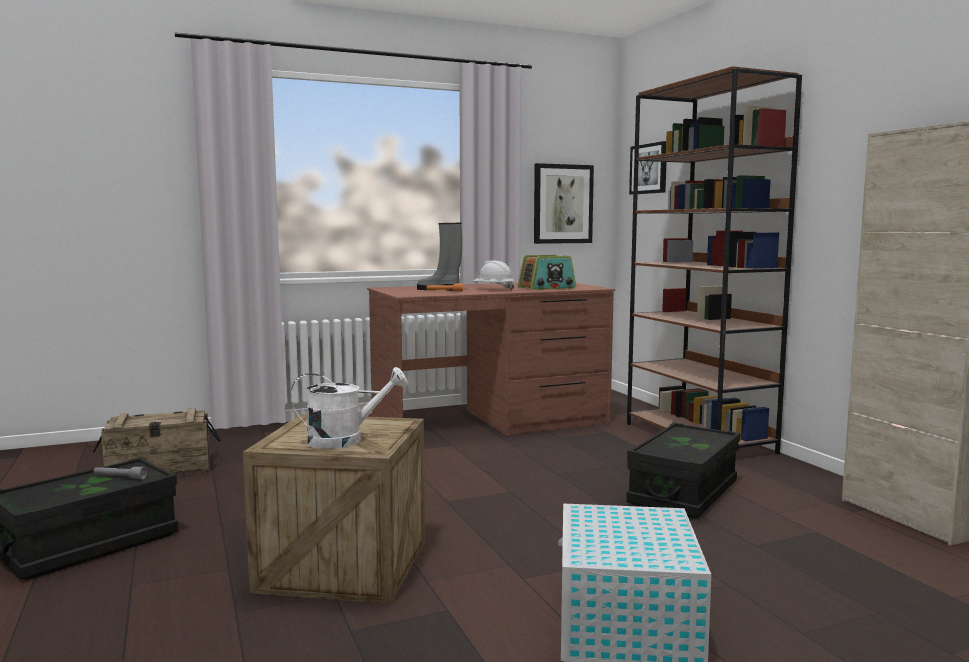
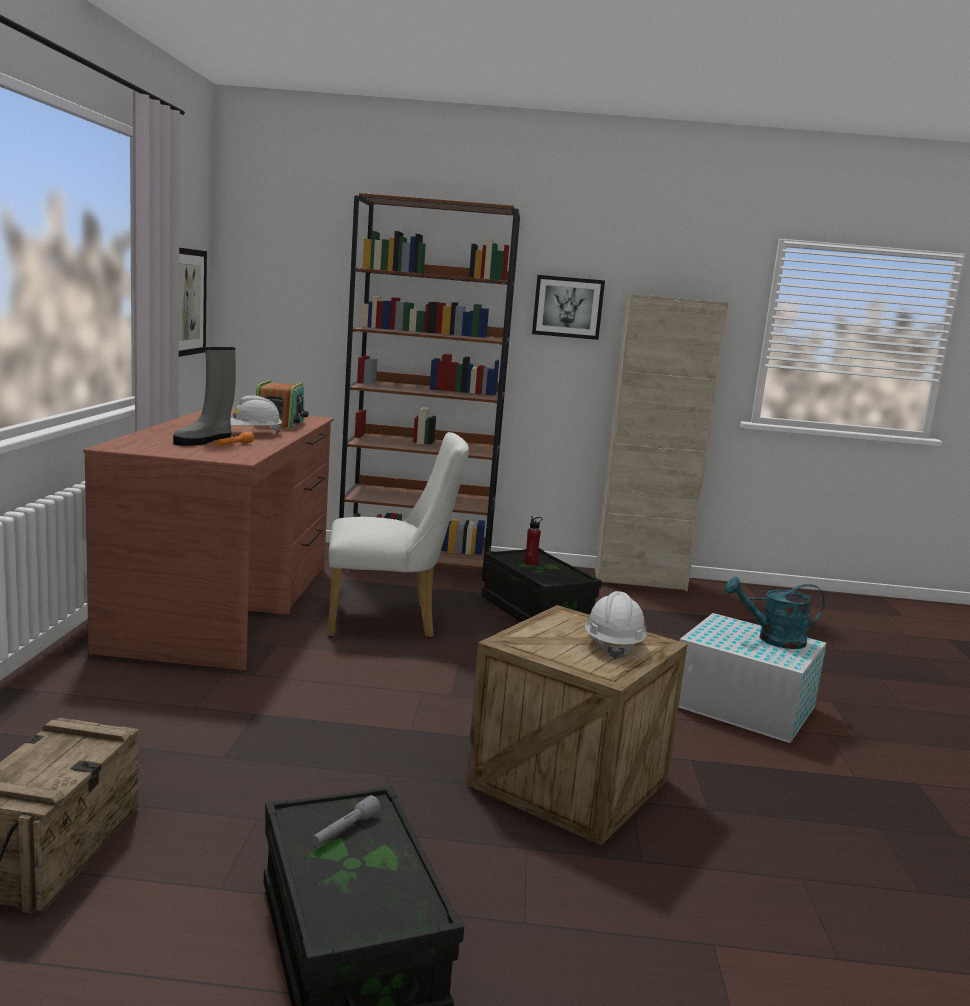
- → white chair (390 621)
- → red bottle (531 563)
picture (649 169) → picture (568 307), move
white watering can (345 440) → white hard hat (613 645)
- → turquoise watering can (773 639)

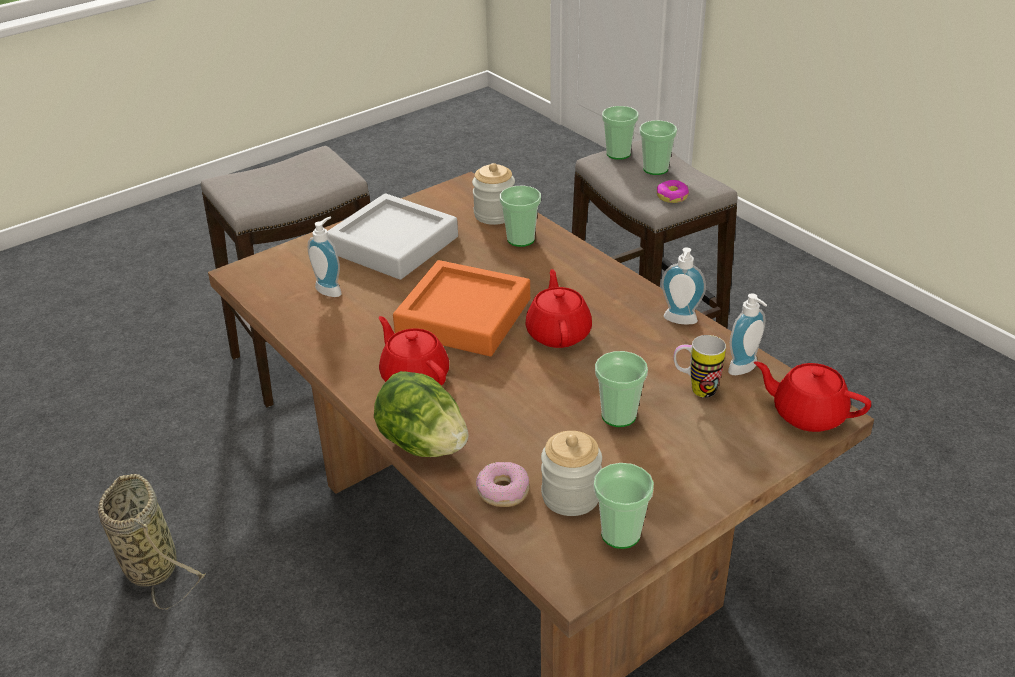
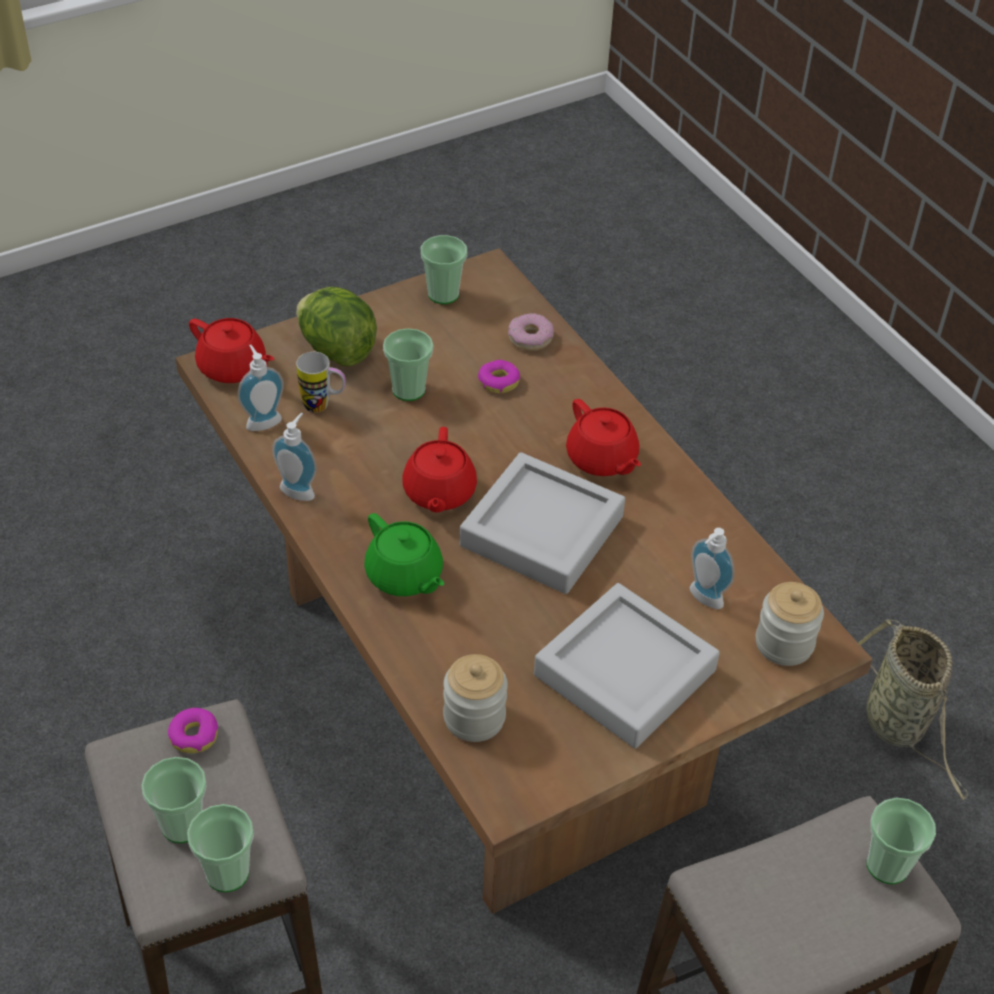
lettuce (423 444) → lettuce (336 350), move
- → green teapot (404 576)
orange tray (463 317) → grey tray (542 531)
- → donut (498 381)
jar (570 496) → jar (784 643), move
cup (521 239) → cup (887 865), move

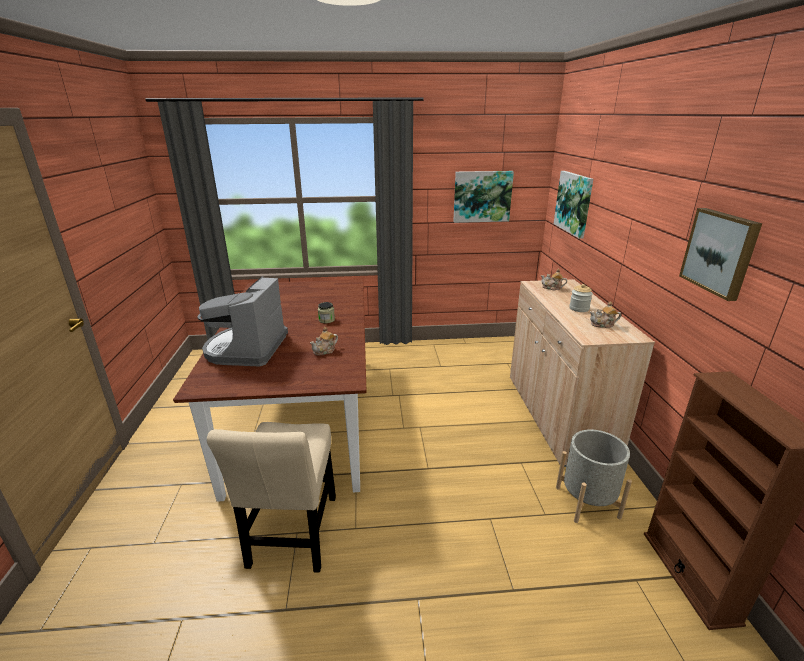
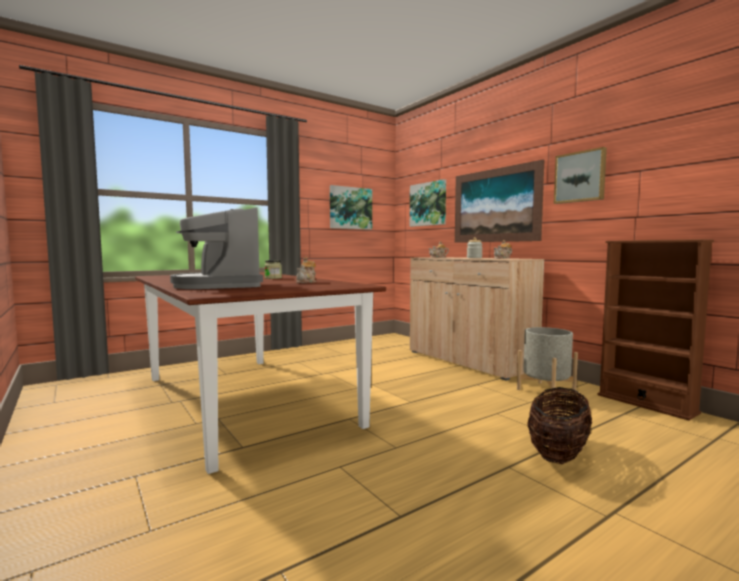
- → picture (495 205)
- → basket (558 454)
beige chair (293 535) → -

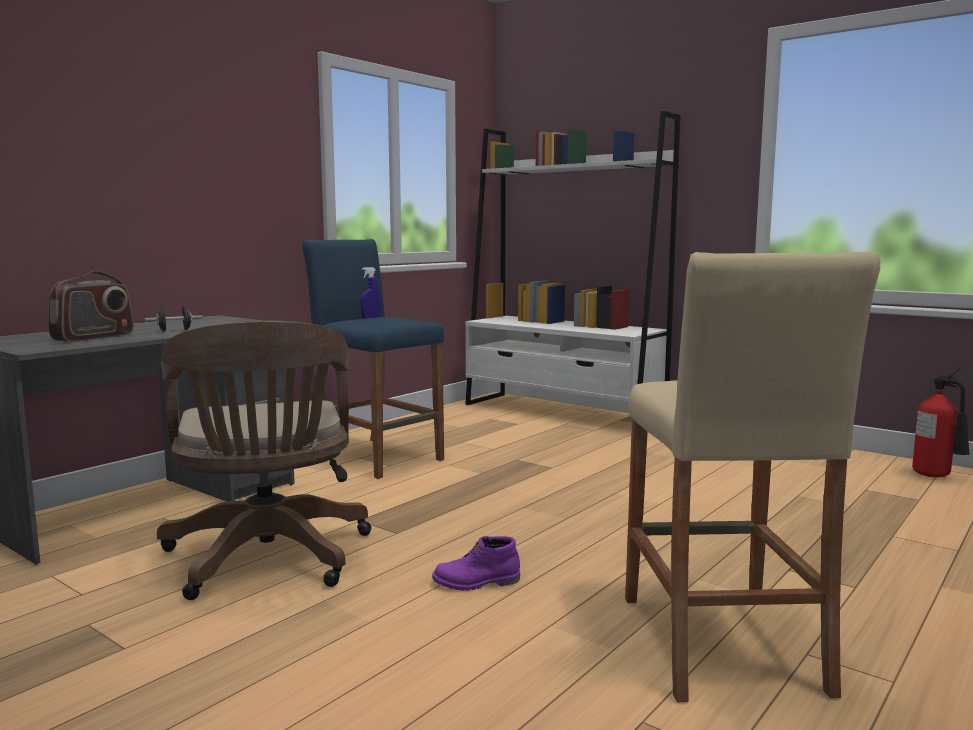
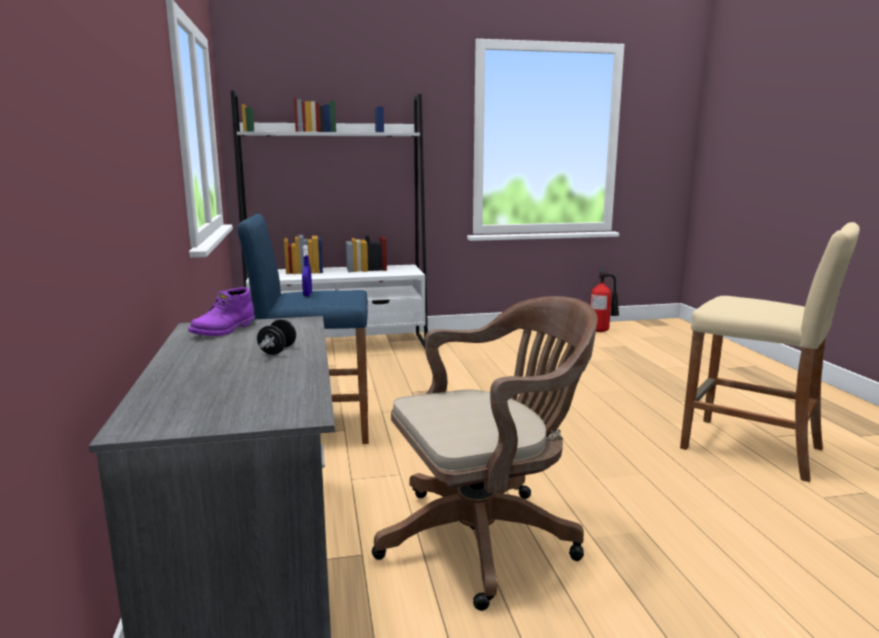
purple boot (476 583) → purple boot (224 330), move
brown office chair (268 560) → brown office chair (486 537), 45 degrees counterclockwise
radio (93 338) → -

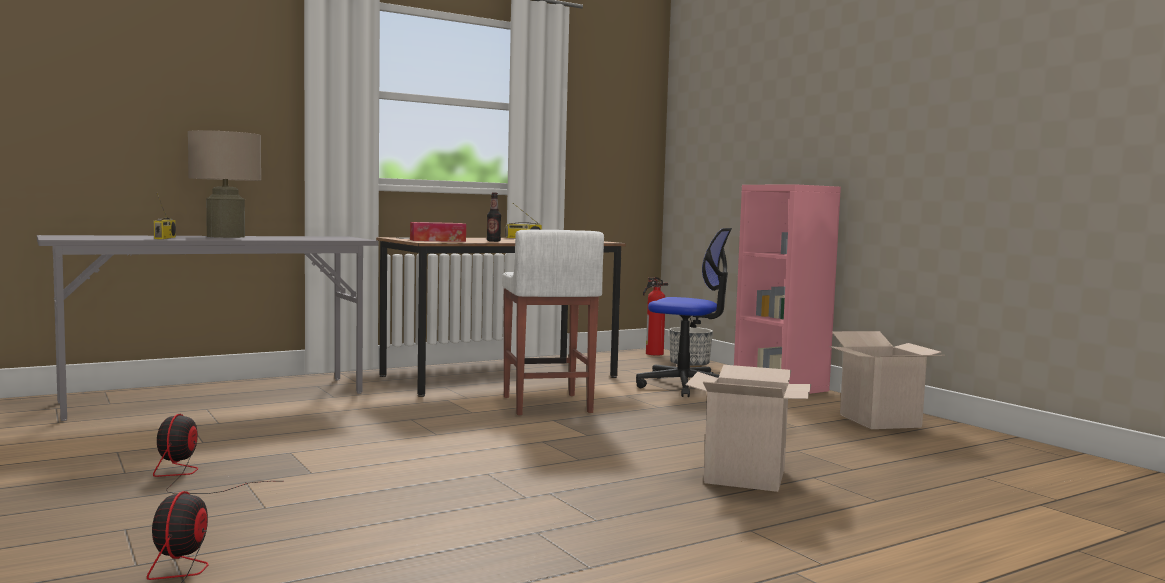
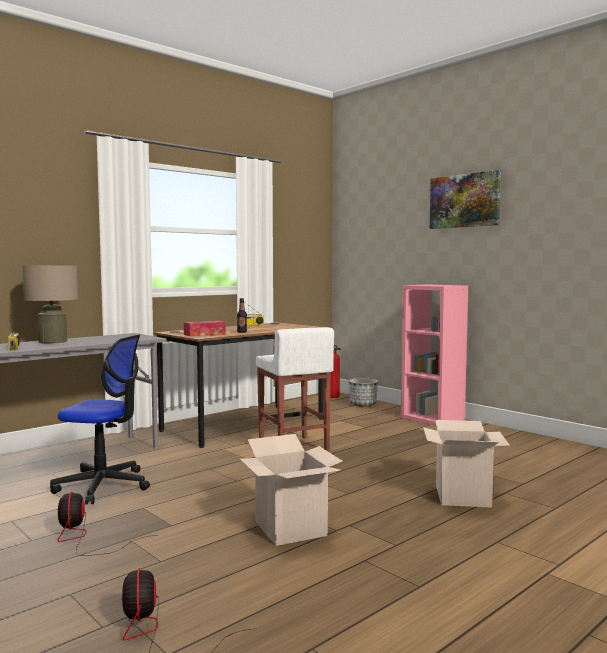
office chair (685 386) → office chair (103 486), move
cardboard box (880 421) → cardboard box (290 529), move
- → picture (464 201)

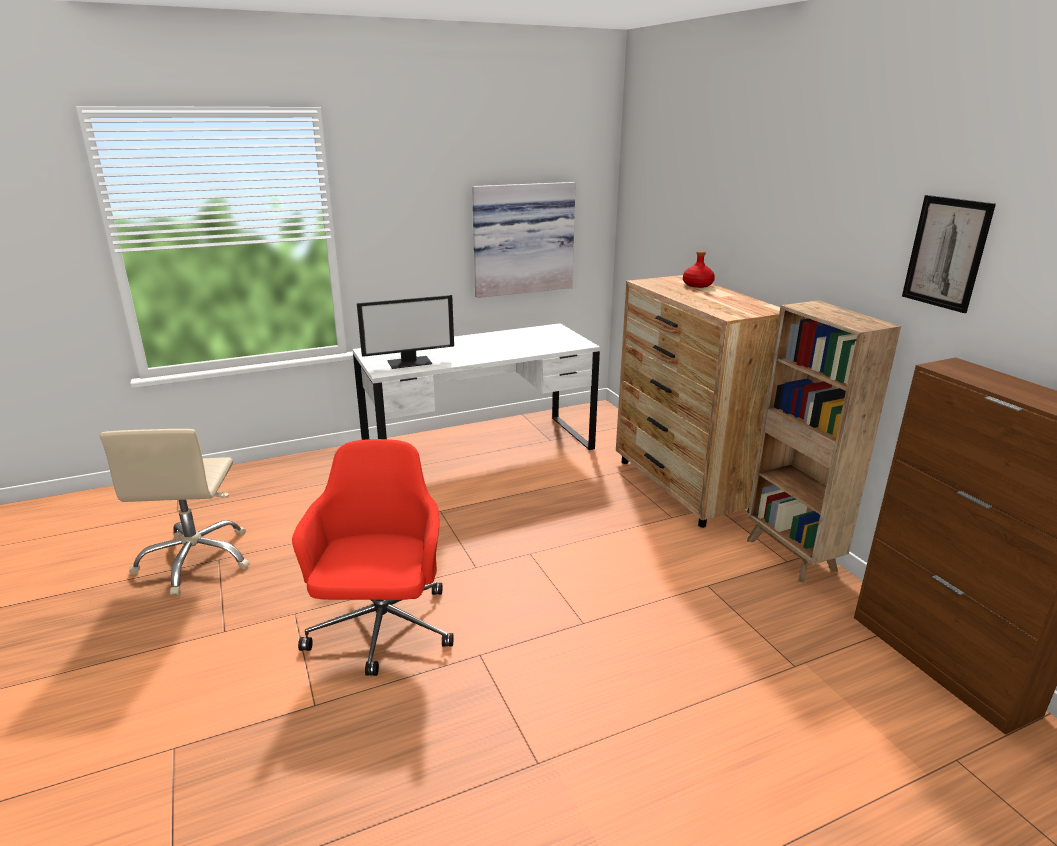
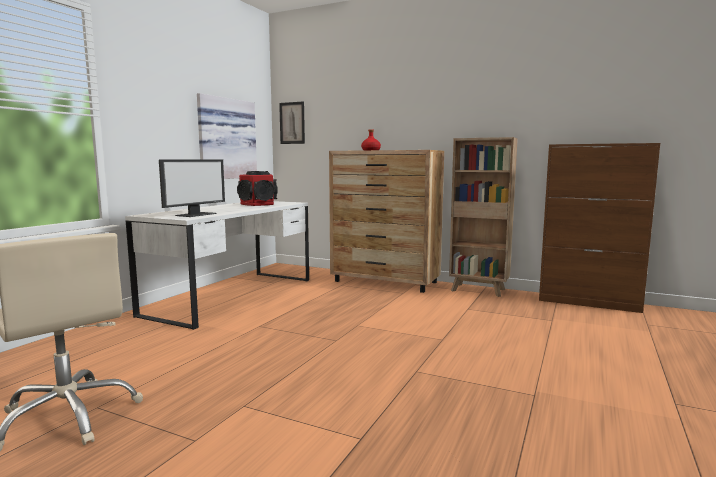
- → speaker (258 204)
picture (946 253) → picture (292 123), move
red office chair (382 630) → -

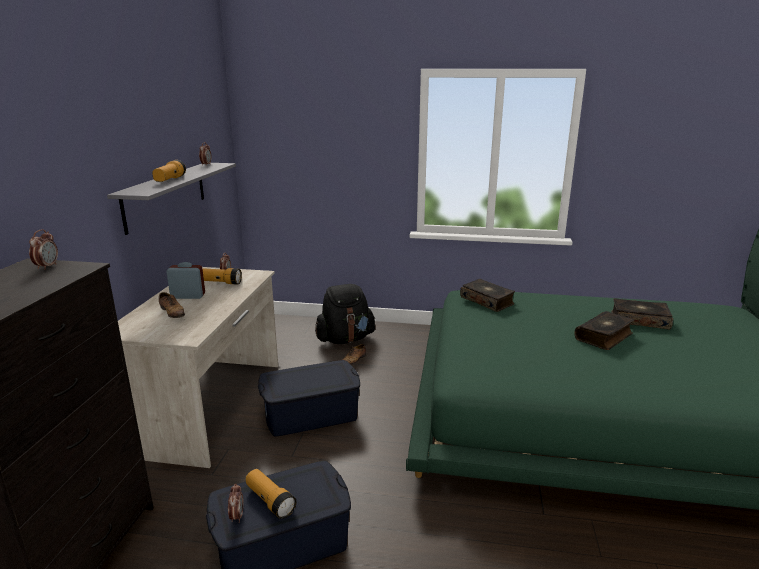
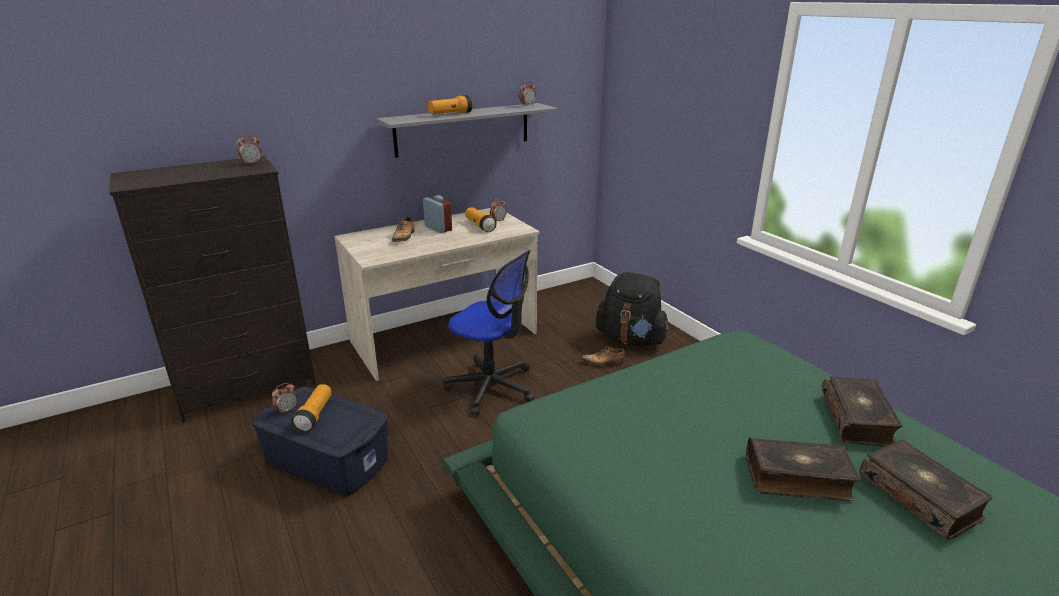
blue storage box (311 415) → office chair (492 387)
book (487 301) → book (858 419), move

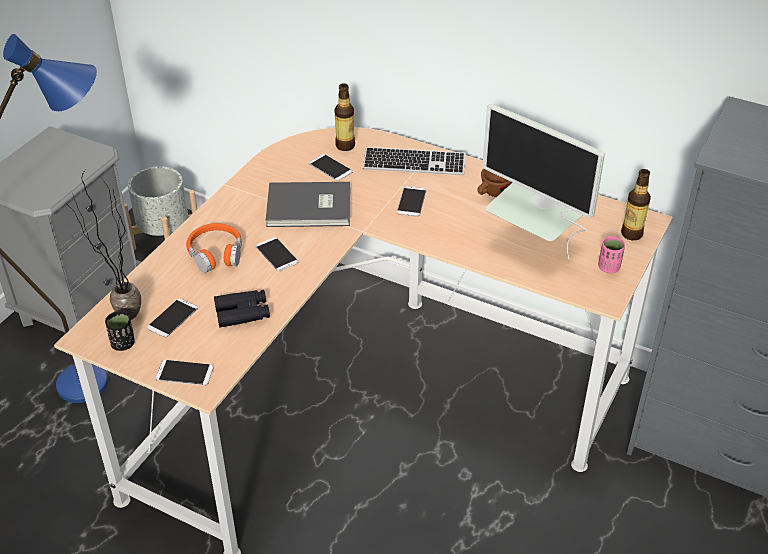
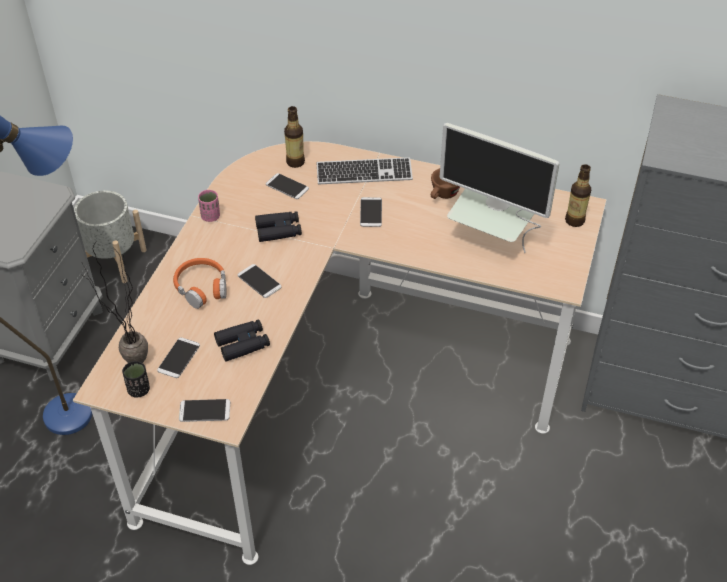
pink cup (609 267) → pink cup (210 216), move
grey book (310 208) → black binoculars (278 230)

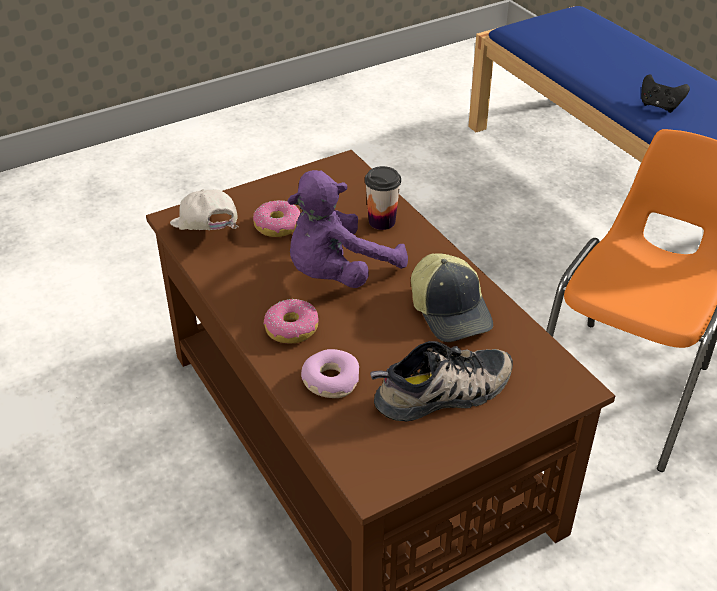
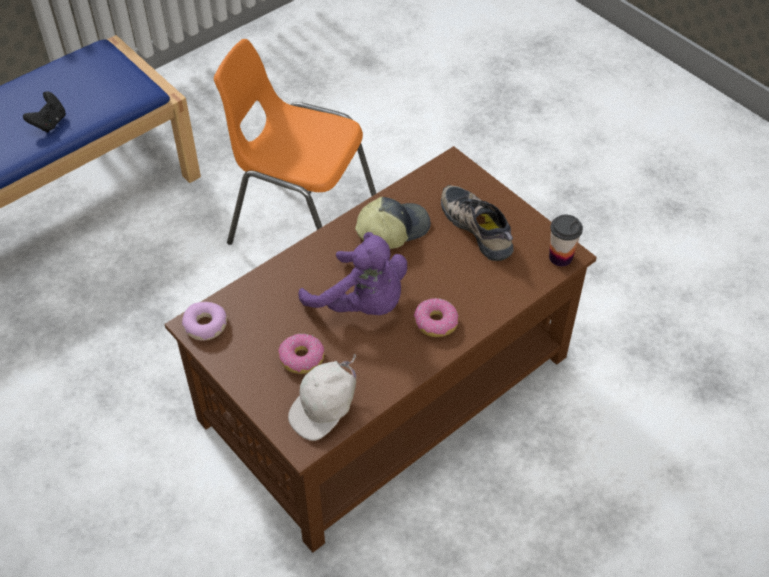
donut (330 380) → donut (205 326), move
cup (382 221) → cup (560 257), move

